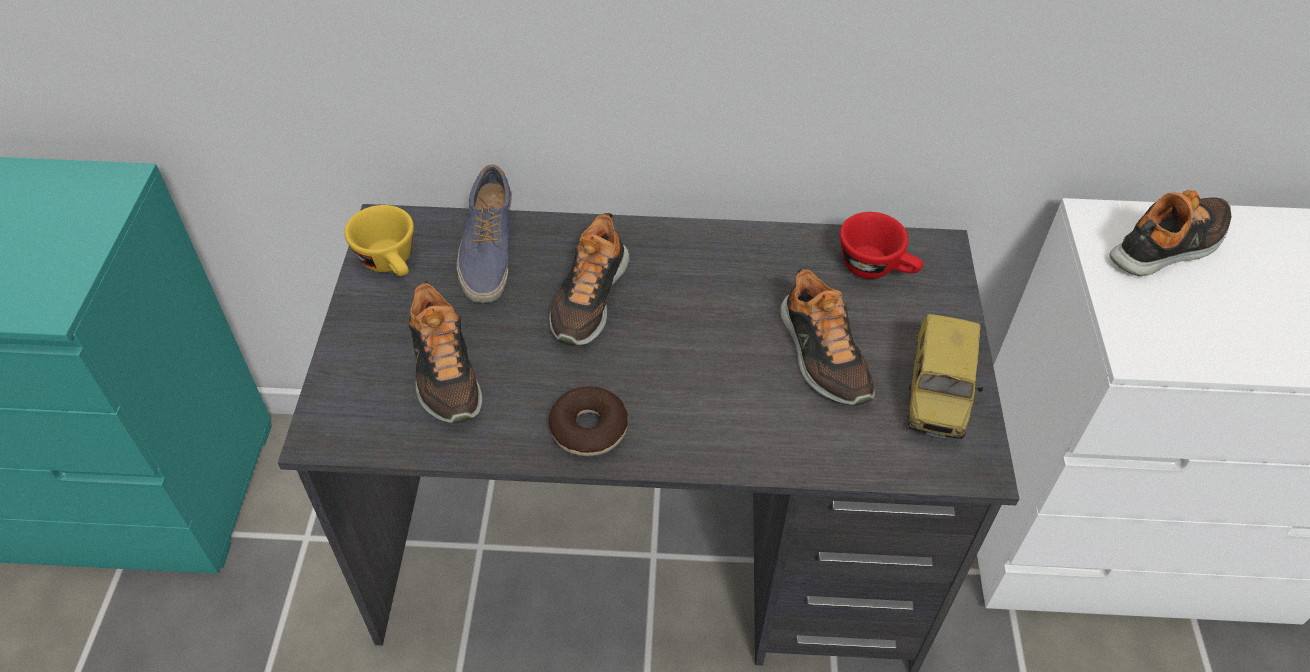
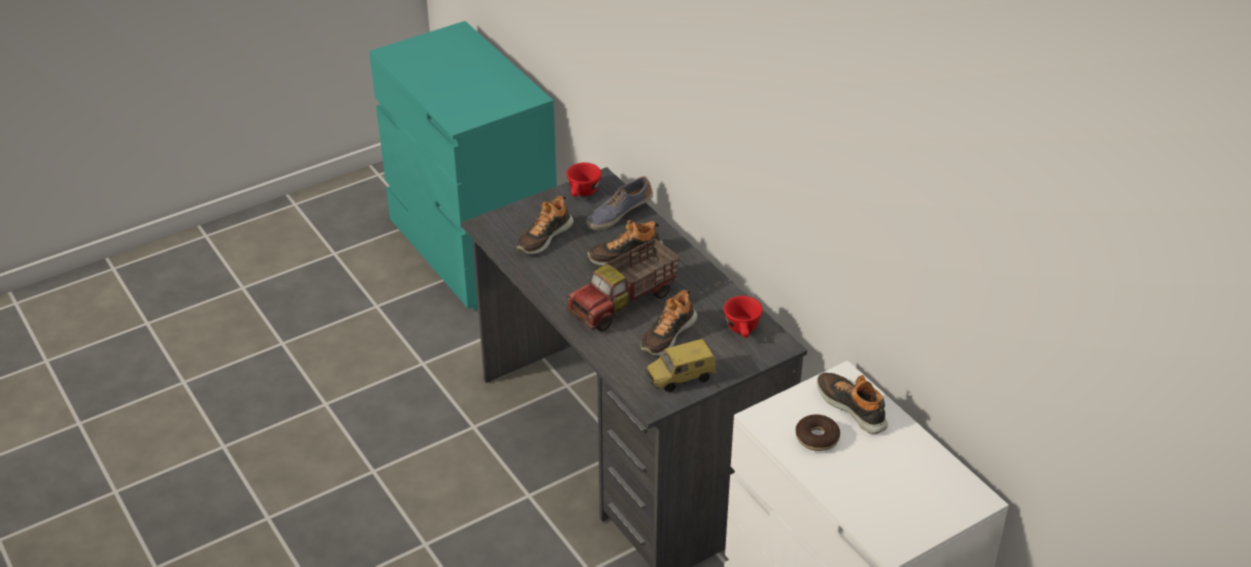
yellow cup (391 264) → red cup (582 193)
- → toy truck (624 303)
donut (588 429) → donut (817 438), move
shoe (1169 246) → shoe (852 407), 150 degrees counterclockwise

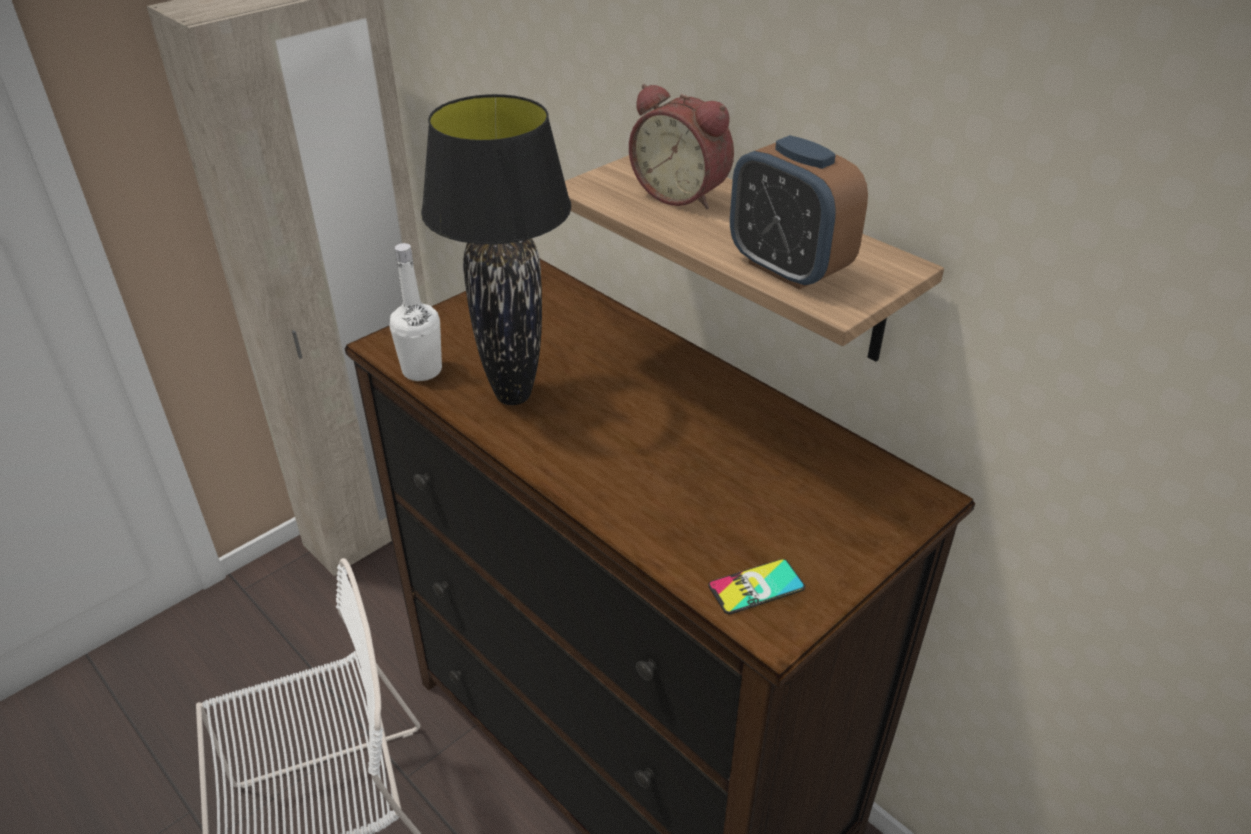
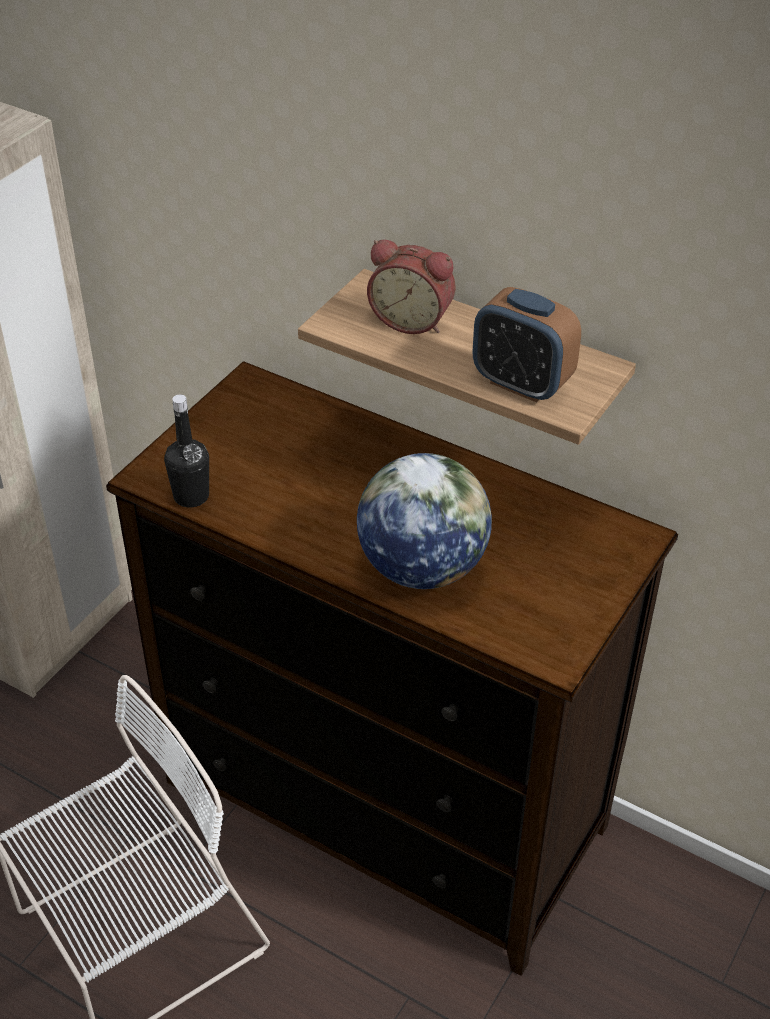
white bottle (422 370) → black bottle (191 496)
- → globe (422 568)
black table lamp (513 396) → -
phone (756 587) → -

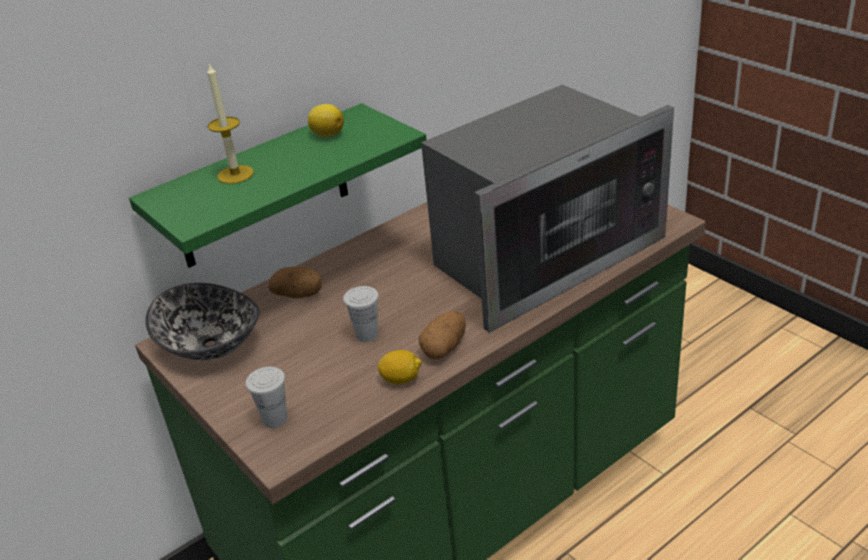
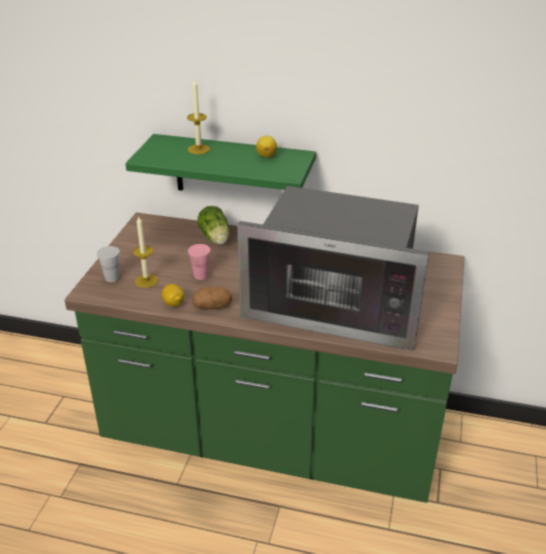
- → candle (146 281)
white cup (367 335) → pink cup (201 276)
potato (298 294) → lettuce (215 238)
bowl (211 344) → -

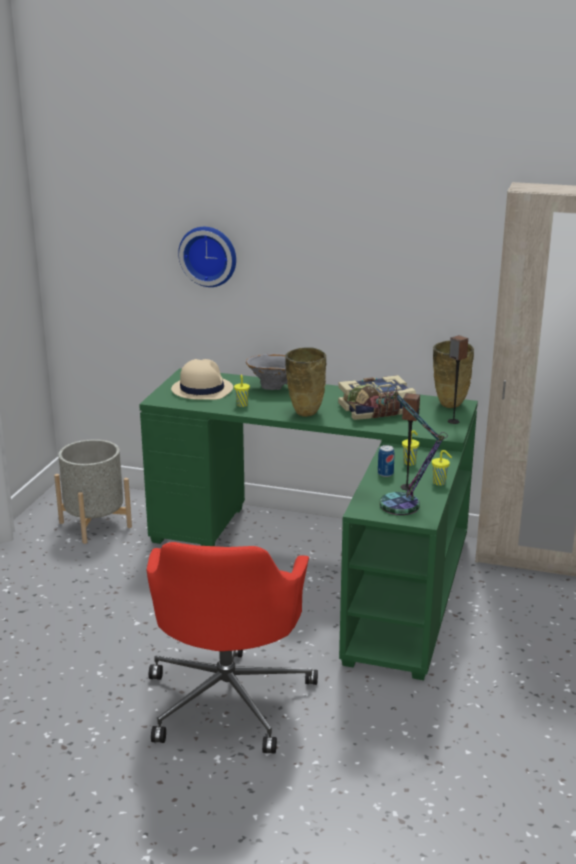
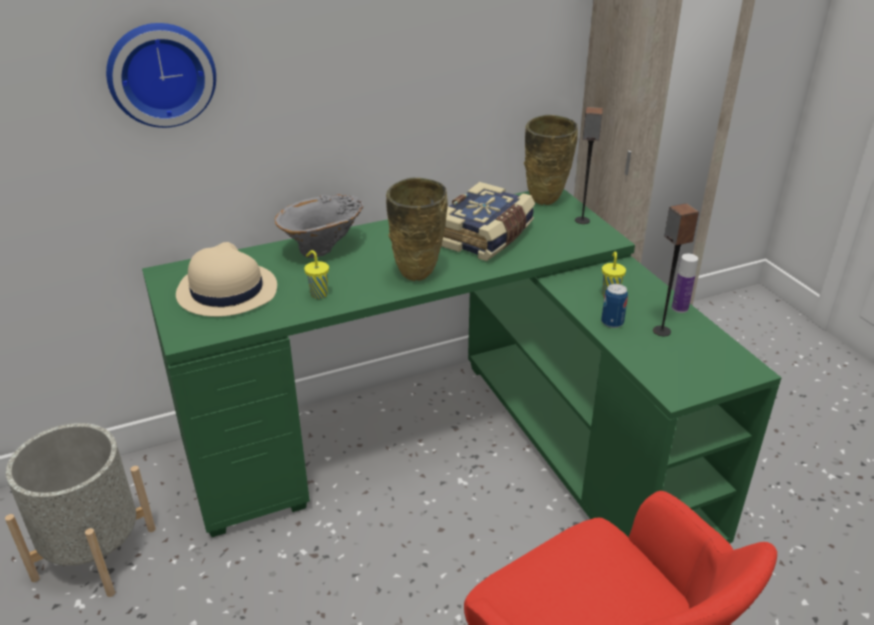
yellow cup (440 483) → bottle (679 308)
table lamp (388 502) → -

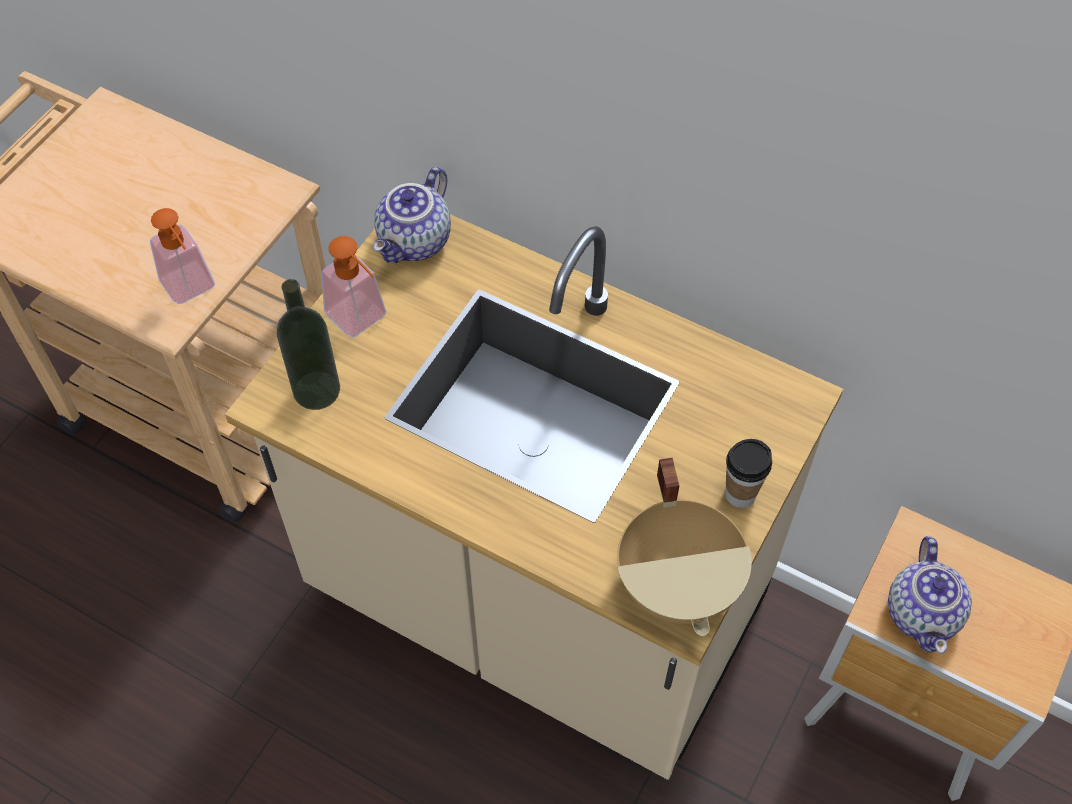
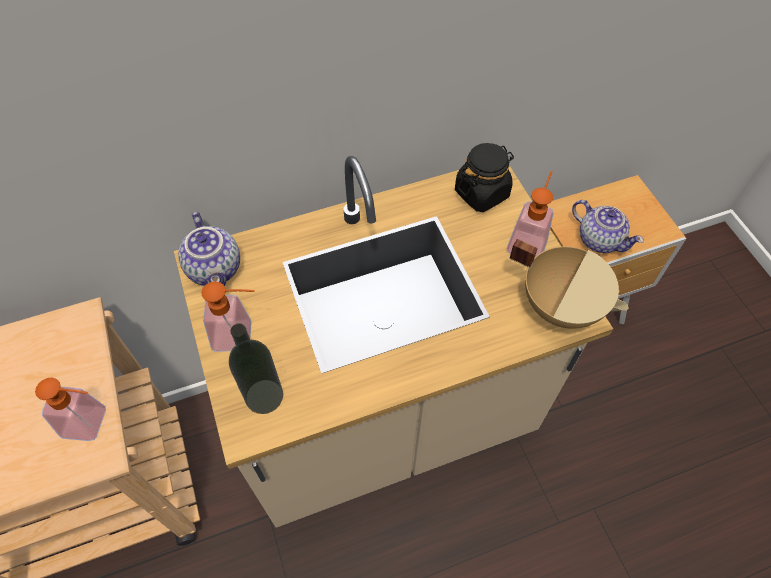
- → black jar (482 193)
cup (740 494) → soap dispenser (528 240)

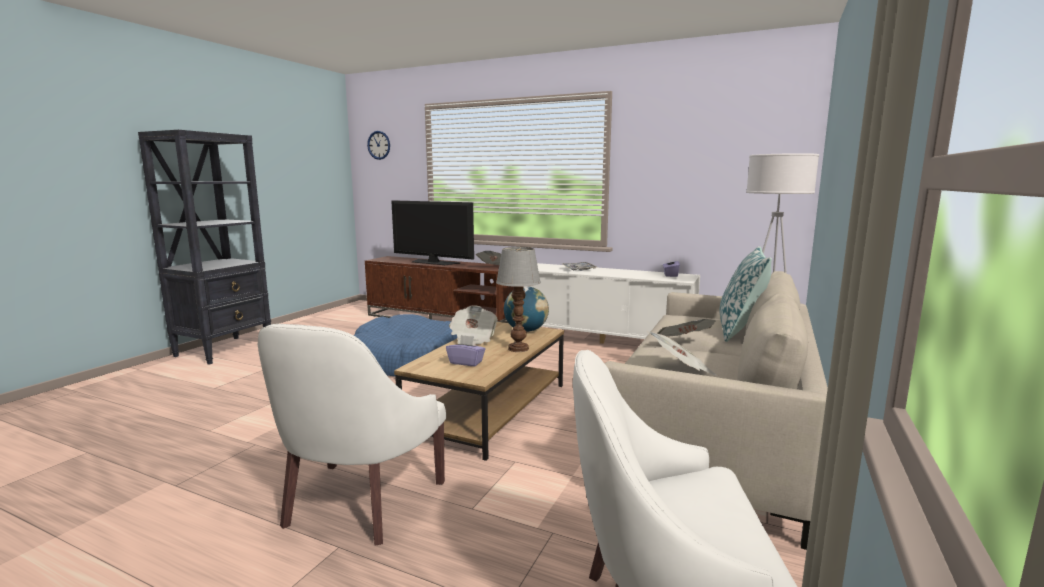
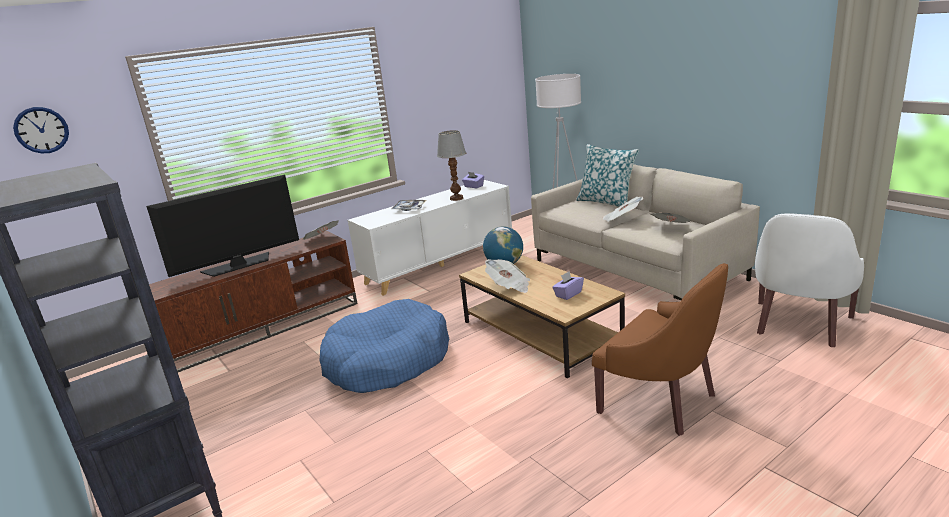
table lamp (518 348) → table lamp (456 198), move
white armchair (358 503) → brown armchair (661 401)

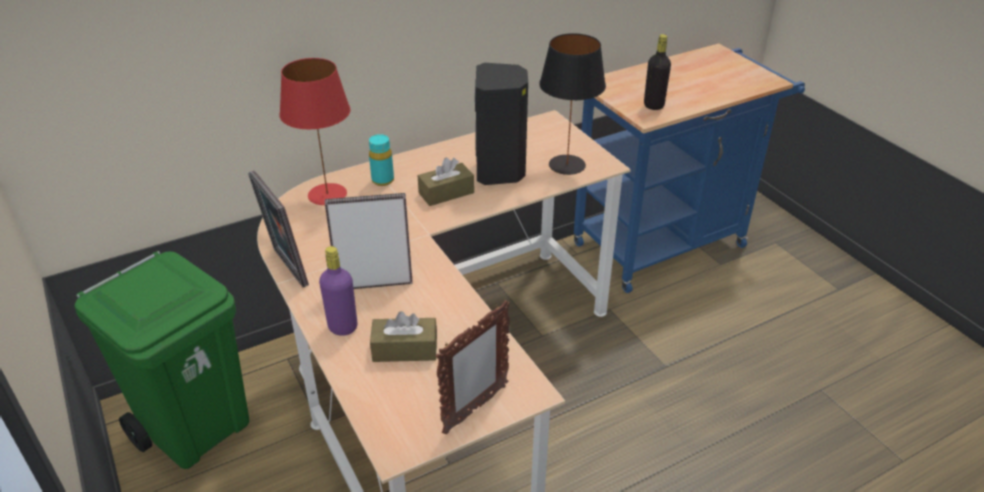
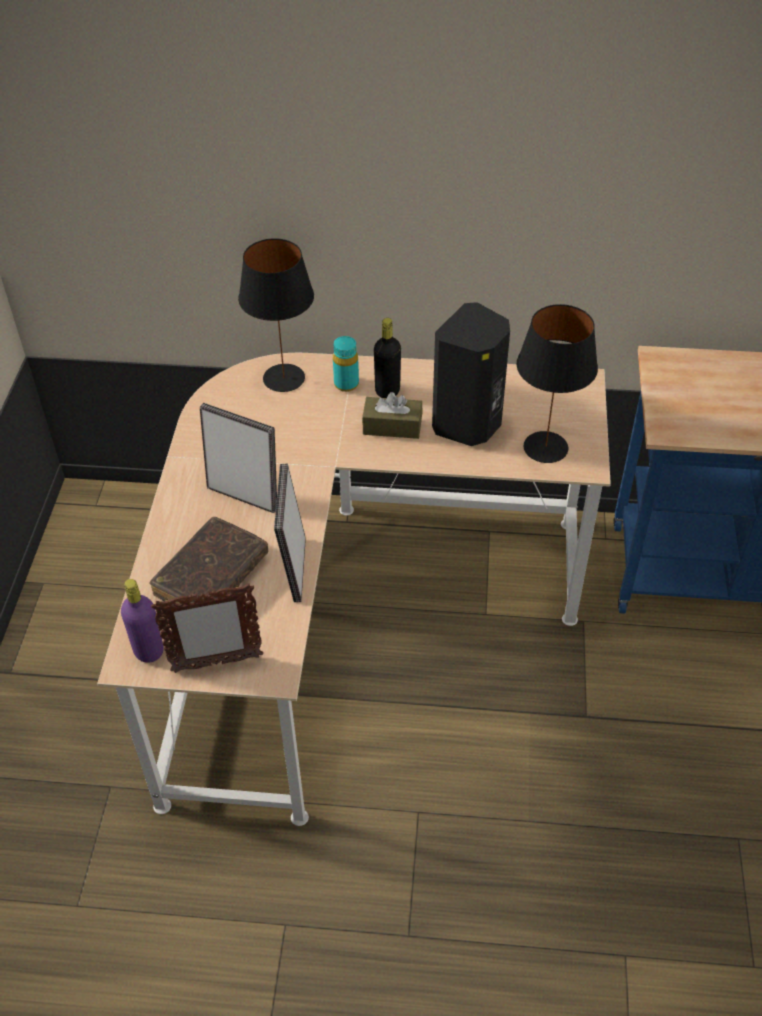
purple bottle (343 327) → purple bottle (149 651), move
brown tissue box (405 349) → brown book (211 576)
red table lamp (326 194) → black table lamp (283 378)
picture frame (286 268) → picture frame (294 569), move
black bottle (653 105) → black bottle (387 391), move
green trash can (197 428) → -

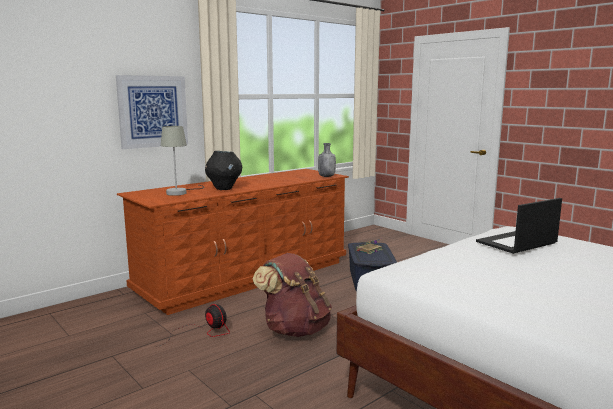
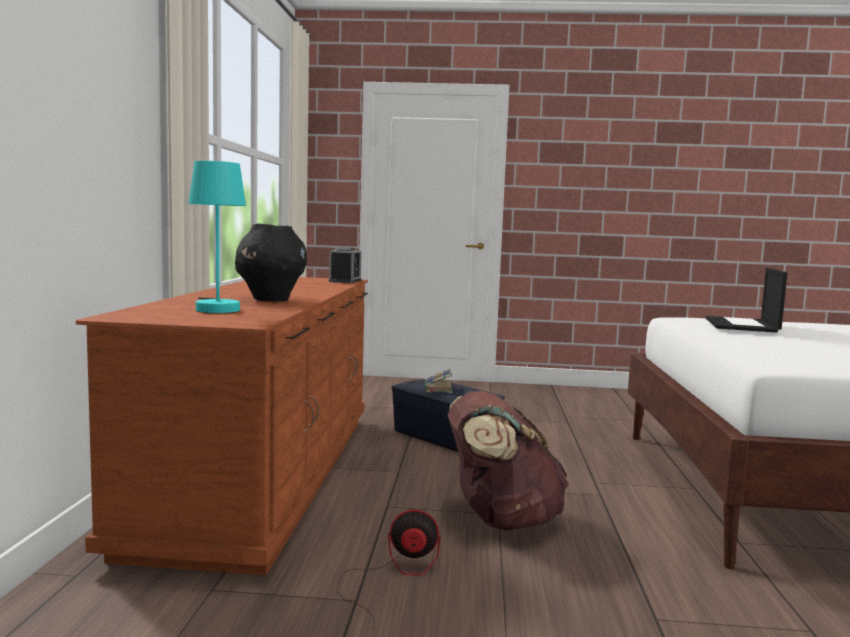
grey table lamp (181 192) → turquoise table lamp (218 308)
grey bottle (326 176) → alarm clock (345 281)
picture (153 111) → -

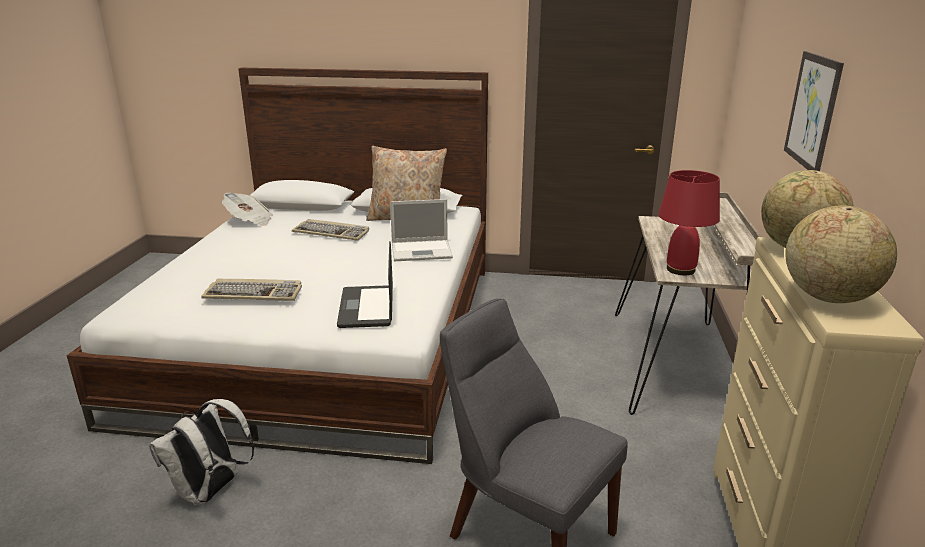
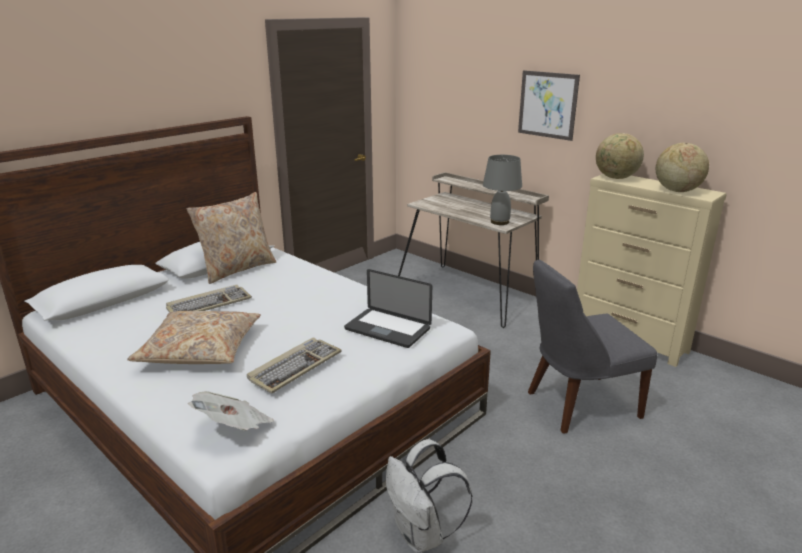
- → beige pillow (200 349)
newspaper (249 221) → newspaper (234 427), move
red table lamp (681 269) → grey table lamp (499 222)
laptop (422 251) → -

